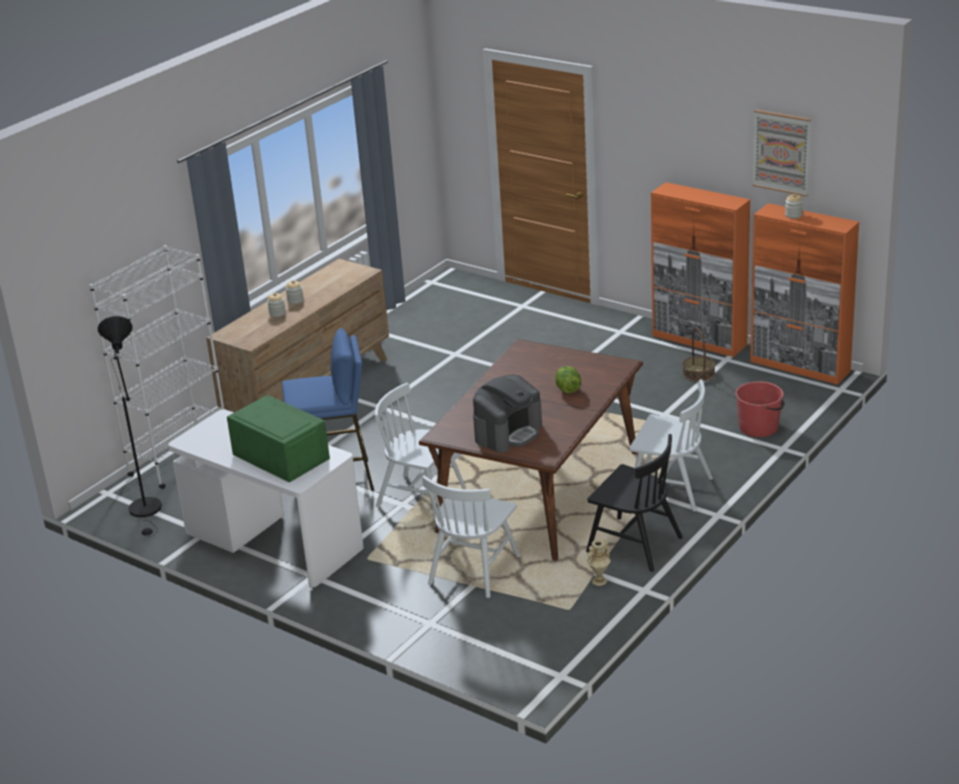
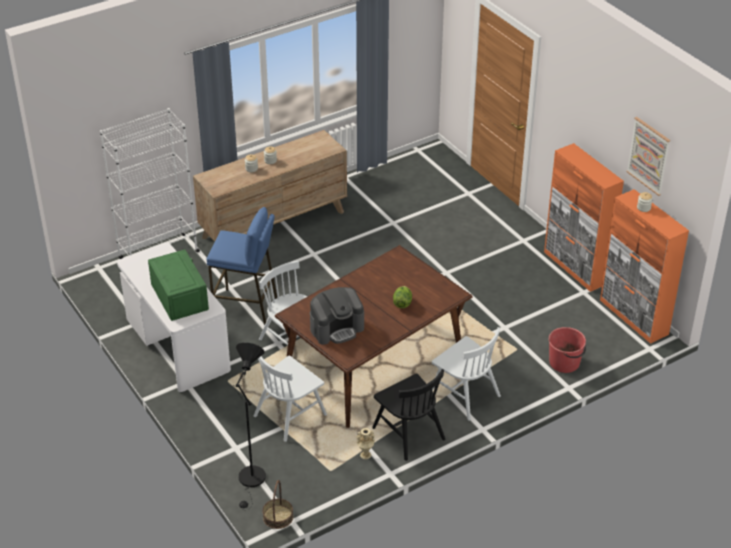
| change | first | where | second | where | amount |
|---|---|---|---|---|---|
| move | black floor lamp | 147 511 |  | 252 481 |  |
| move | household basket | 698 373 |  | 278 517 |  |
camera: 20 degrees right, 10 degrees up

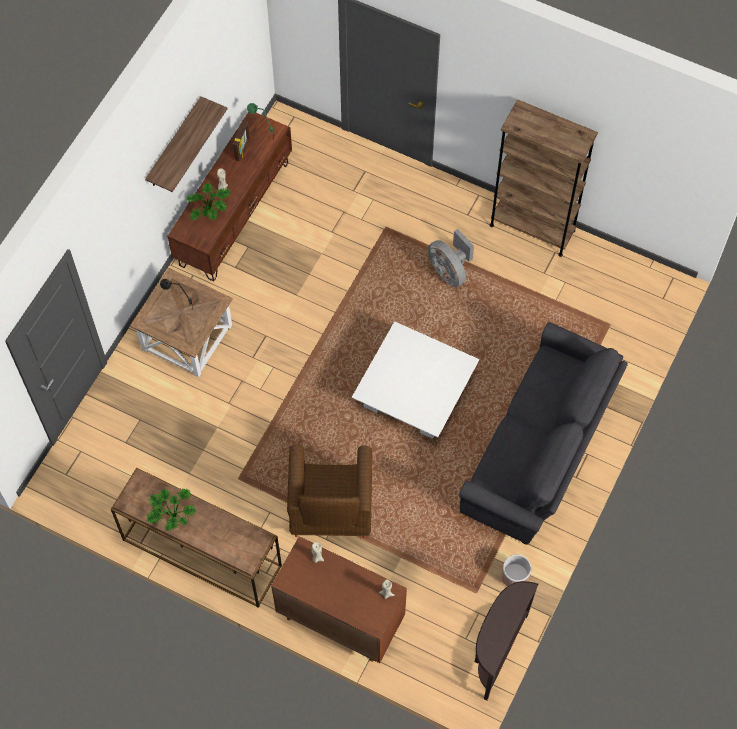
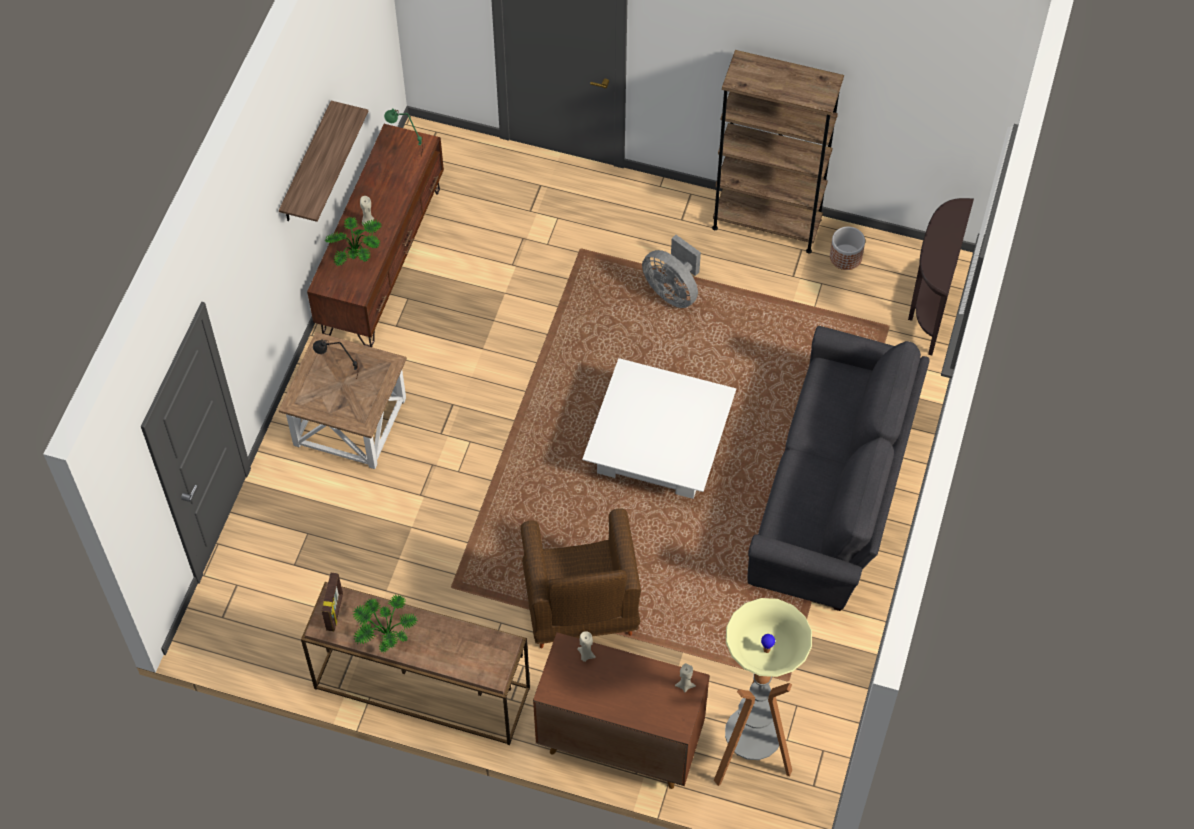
| change | first | where | second | where | amount |
|---|---|---|---|---|---|
| insert |  |  | floor lamp | 749 758 |  |
| move | standing frame | 242 150 |  | 335 612 |  |
| move | brown-coloured hall table | 495 651 |  | 929 306 |  |
| move | flower pot | 515 576 |  | 845 257 |  |
camera: 10 degrees left, 5 degrees down

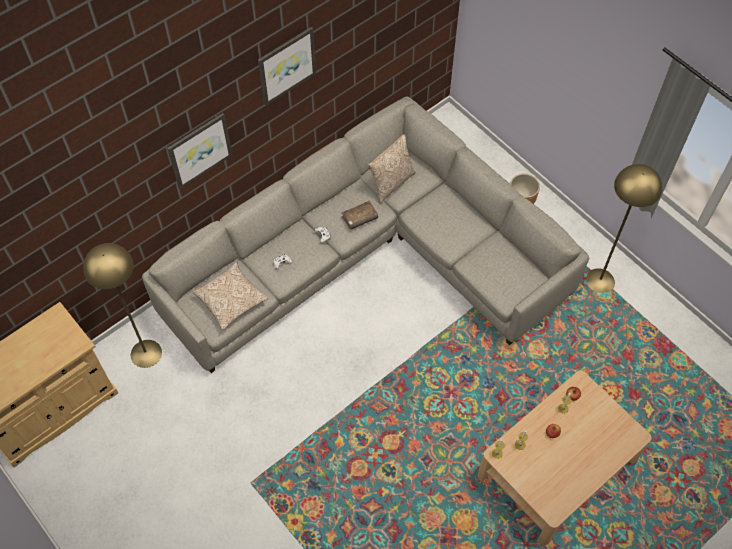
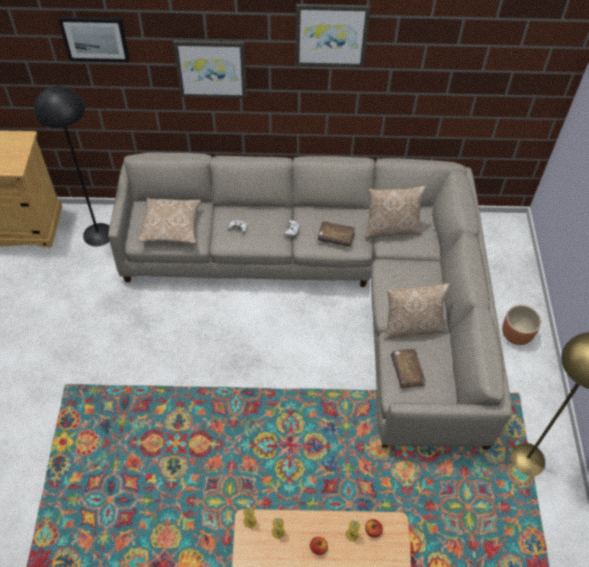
| change | first | where | second | where | amount |
|---|---|---|---|---|---|
| insert |  |  | picture | 95 38 |  |
| insert |  |  | cushion | 411 327 |  |
| insert |  |  | brown-coloured volume | 407 371 |  |
| recolor | yellowish floor lamp | 146 353 | black floor lamp | 98 234 |  |
camera: 40 degrees right, 5 degrees down

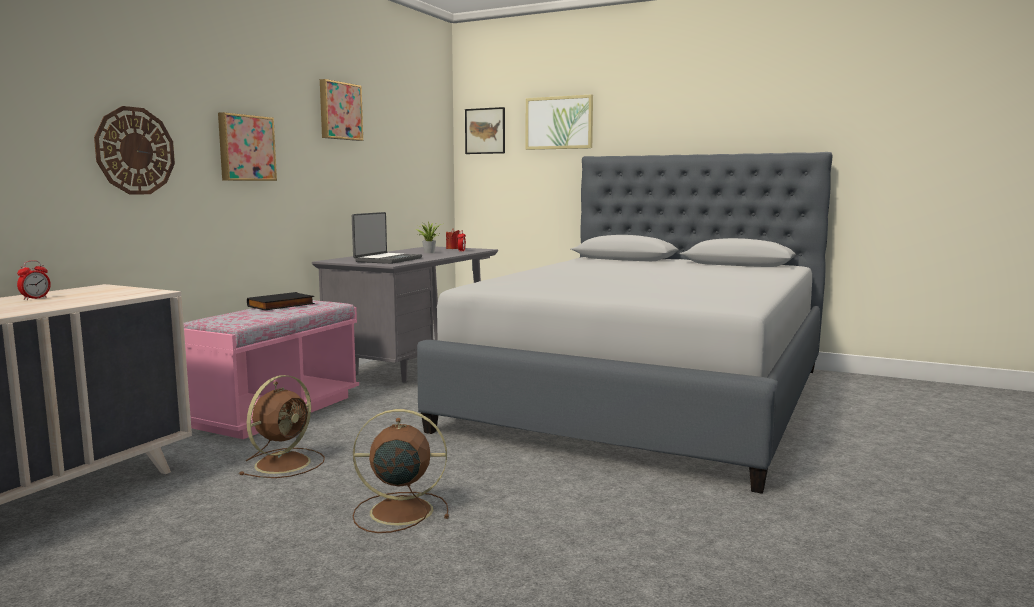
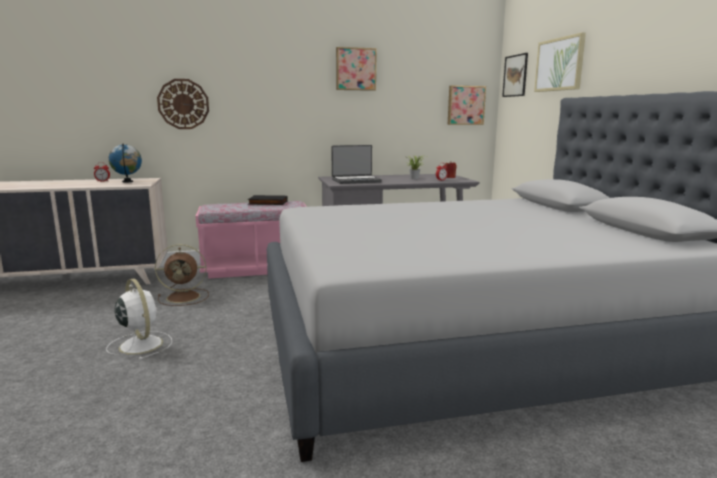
| change | first | where | second | where | amount |
|---|---|---|---|---|---|
| insert |  |  | world globe | 128 181 |  |
| move | picture | 245 148 |  | 465 105 |  |
| recolor | brown-coloured electric fan | 398 511 | whitish electric fan | 140 344 |  |
camera: 50 degrees right, 5 degrees up

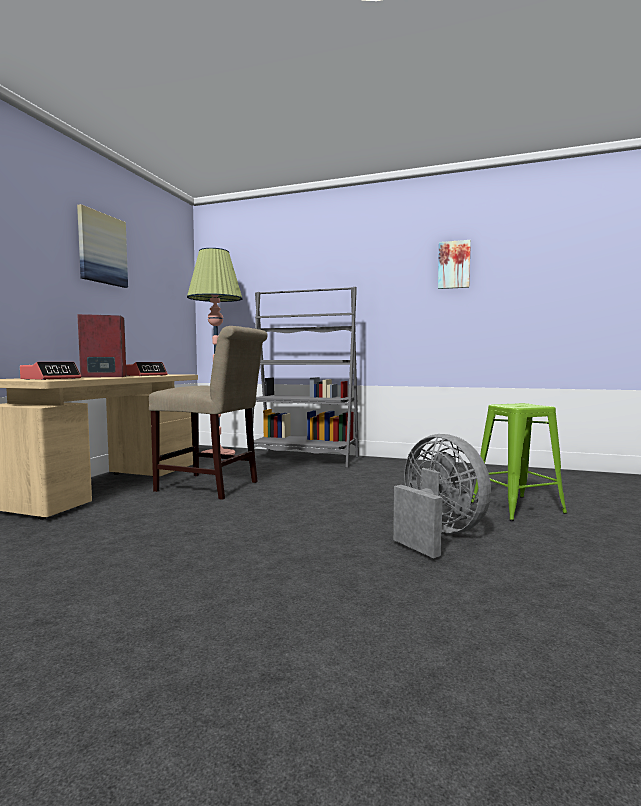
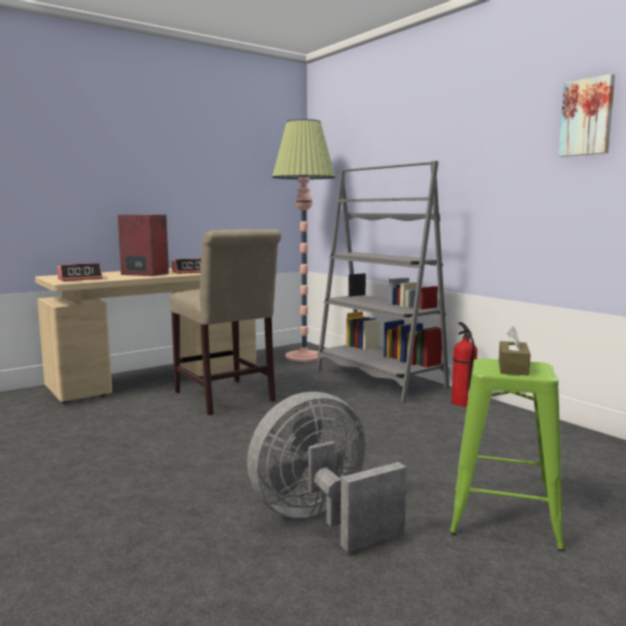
| change | first | where | second | where | amount |
|---|---|---|---|---|---|
| delete | picture | 102 249 |  |  |  |
| insert |  |  | extinguisher | 462 402 |  |
| insert |  |  | brown-coloured box of tissues | 513 368 |  |
| rotate | greyish electric fan | 437 534 |  | 321 520 | 120 degrees counterclockwise |
camera: 35 degrees right, 5 degrees up

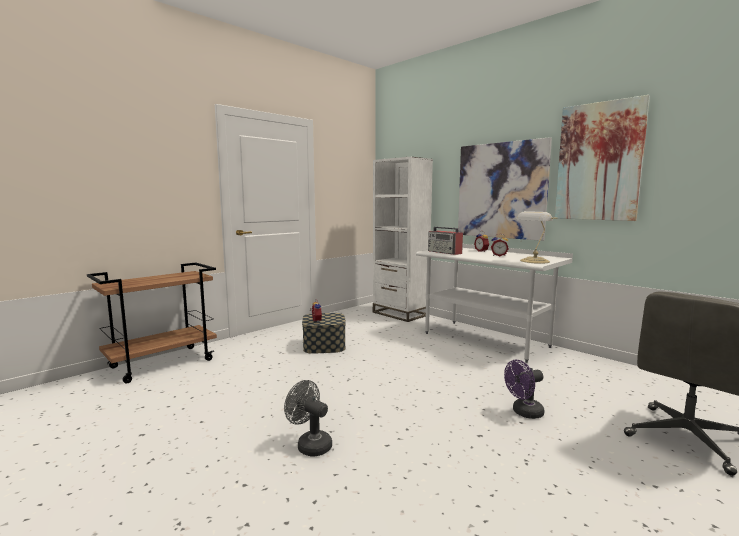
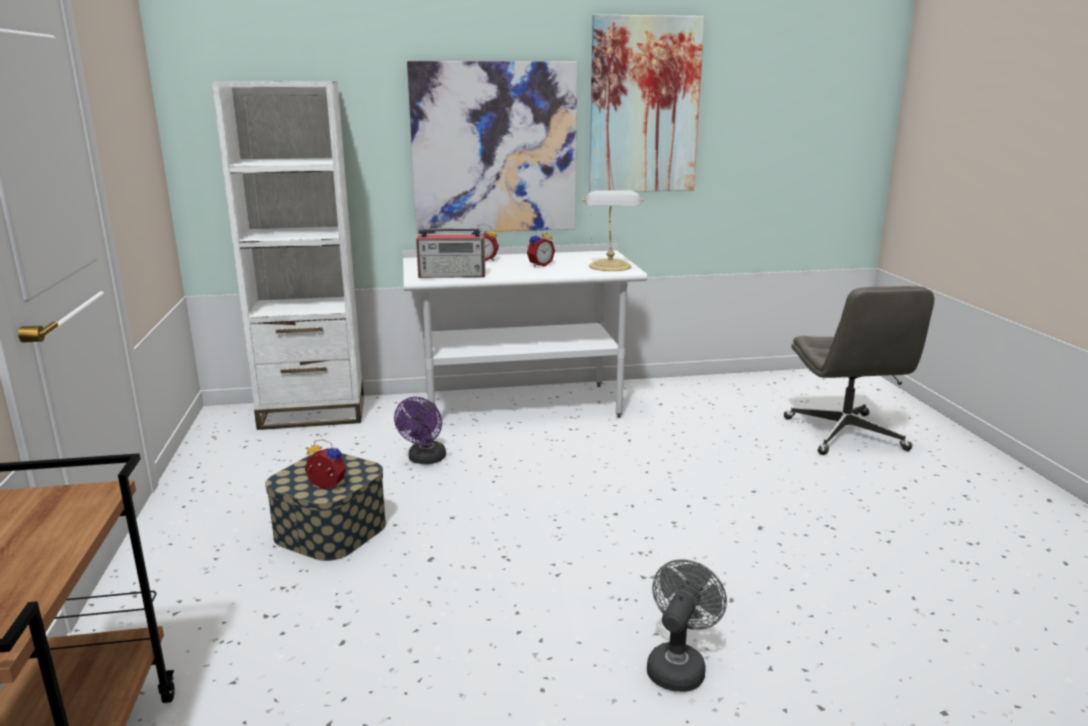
| change | first | where | second | where | amount |
|---|---|---|---|---|---|
| move | purplish electric fan | 524 413 |  | 425 460 |  |
| rotate | greyish electric fan | 310 444 |  | 678 665 | 135 degrees clockwise |
camera: 55 degrees left, 10 degrees up

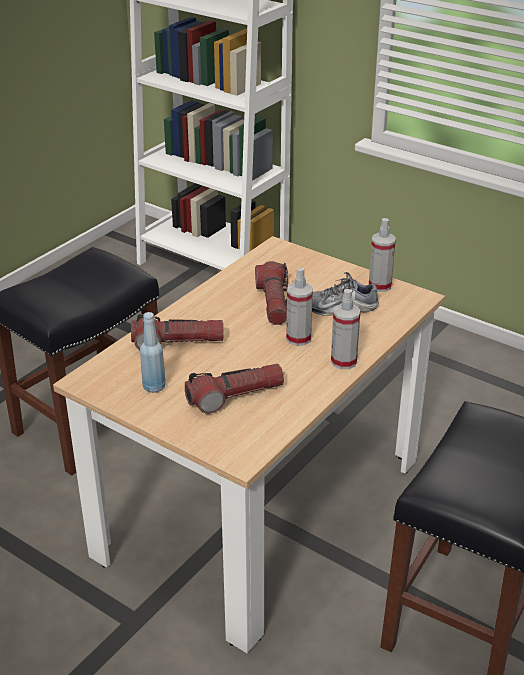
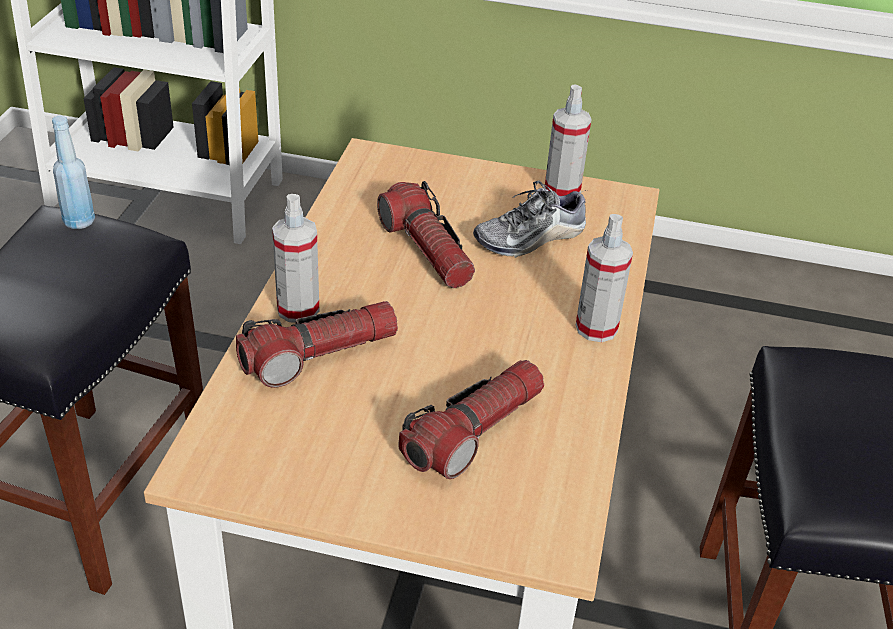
| change | first | where | second | where | amount |
|---|---|---|---|---|---|
| move | bluish bottle | 154 387 |  | 79 222 |  |
| move | hand sprayer | 298 338 |  | 298 309 |  |
camera: 25 degrees left, 5 degrees up

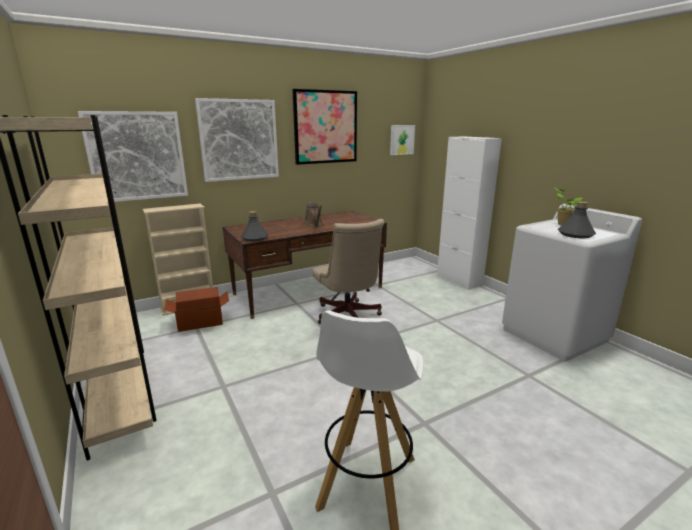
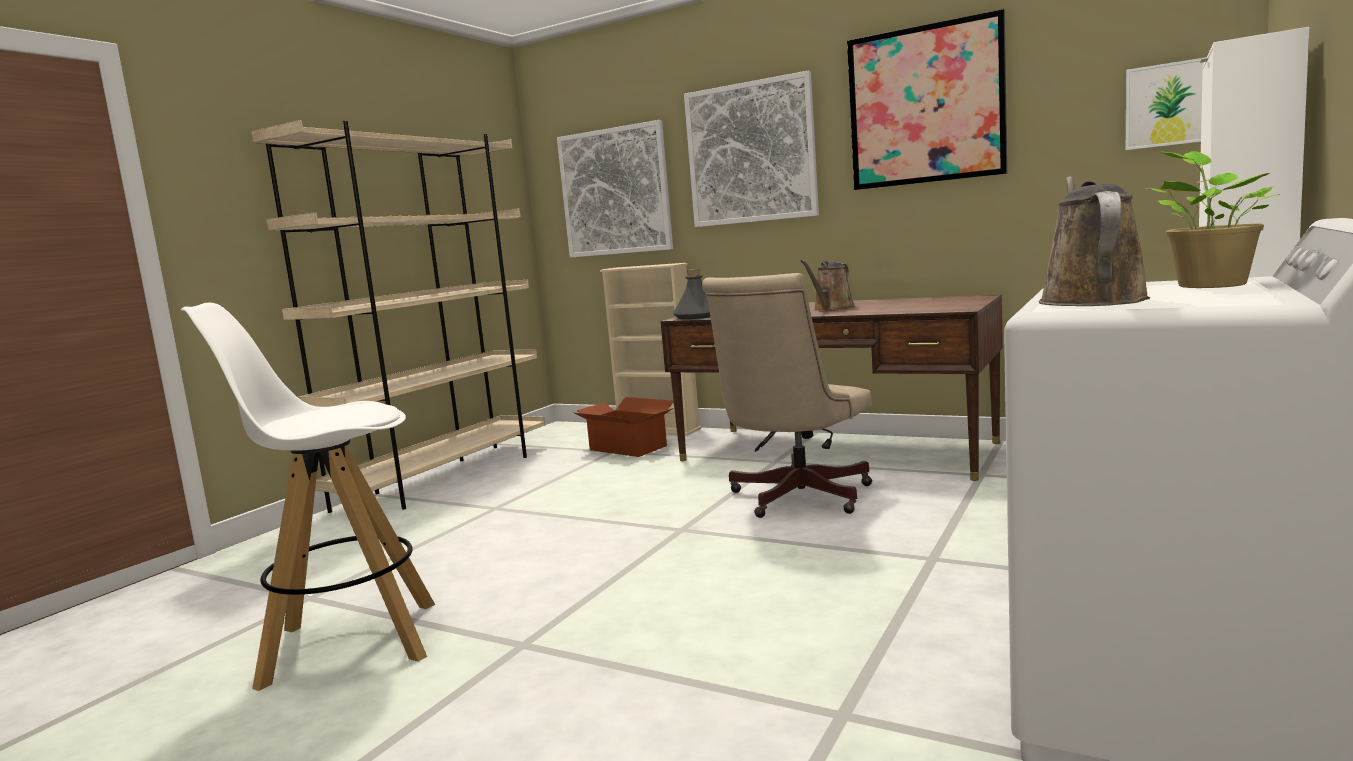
| change | first | where | second | where | amount |
|---|---|---|---|---|---|
| replace | greyish bottle | 575 234 | brown-coloured sprinkling can | 1090 300 |  |
camera: 60 degrees right, 10 degrees down

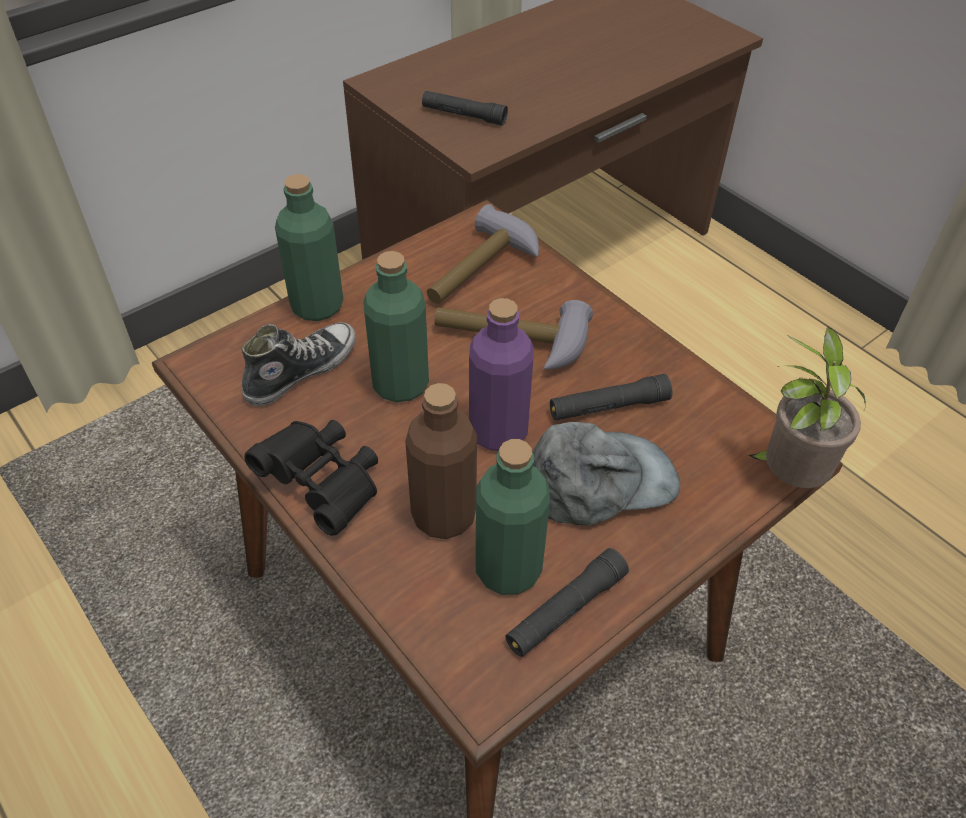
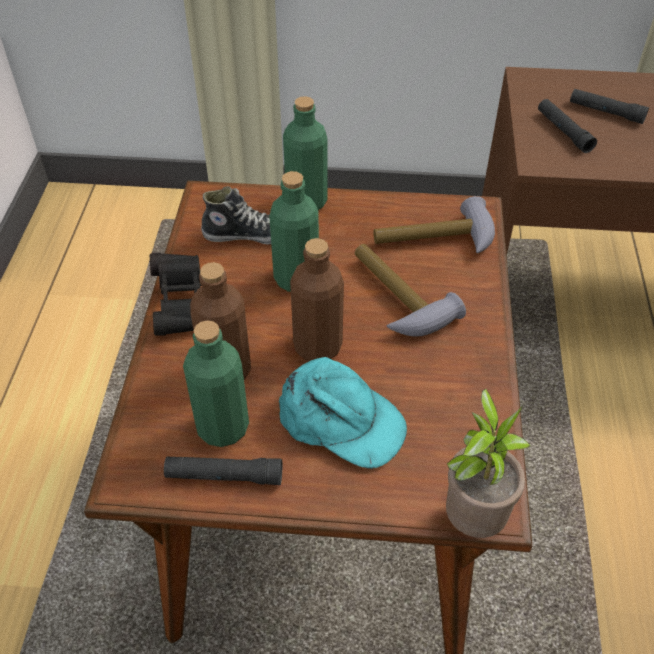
| change | first | where | second | where | amount |
|---|---|---|---|---|---|
| move | black torch | 608 407 |  | 606 112 |  |
| recolor | purplish bottle | 498 431 | brown-coloured bottle | 317 346 |  |
| recolor | greyish peaked cap | 599 480 | turquoise-coloured peaked cap | 341 421 |  |
camera: 45 degrees right, 0 degrees up

